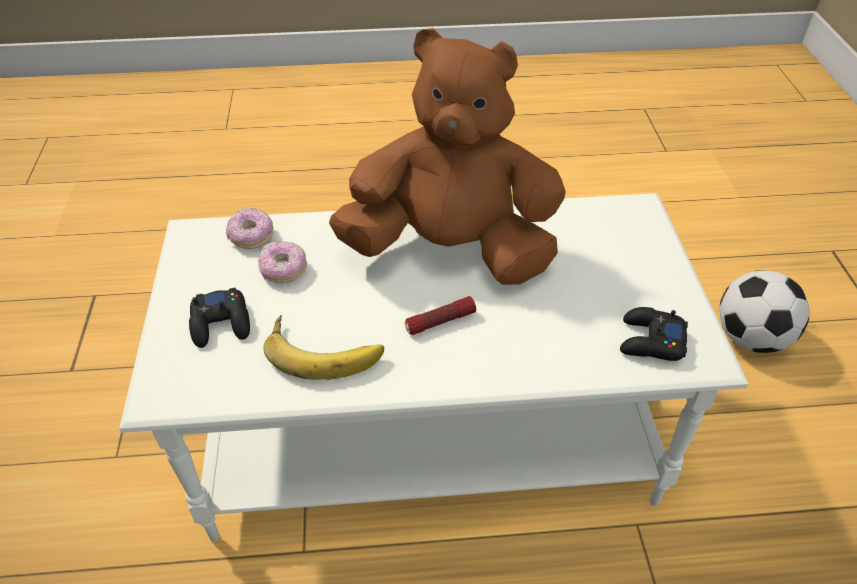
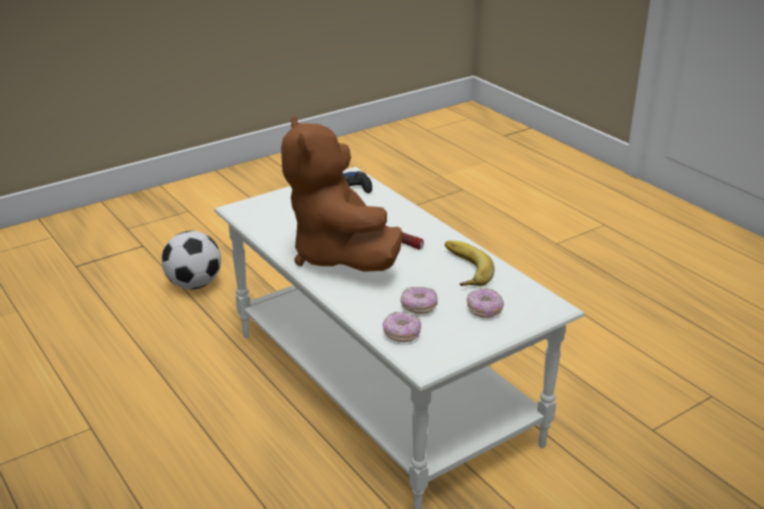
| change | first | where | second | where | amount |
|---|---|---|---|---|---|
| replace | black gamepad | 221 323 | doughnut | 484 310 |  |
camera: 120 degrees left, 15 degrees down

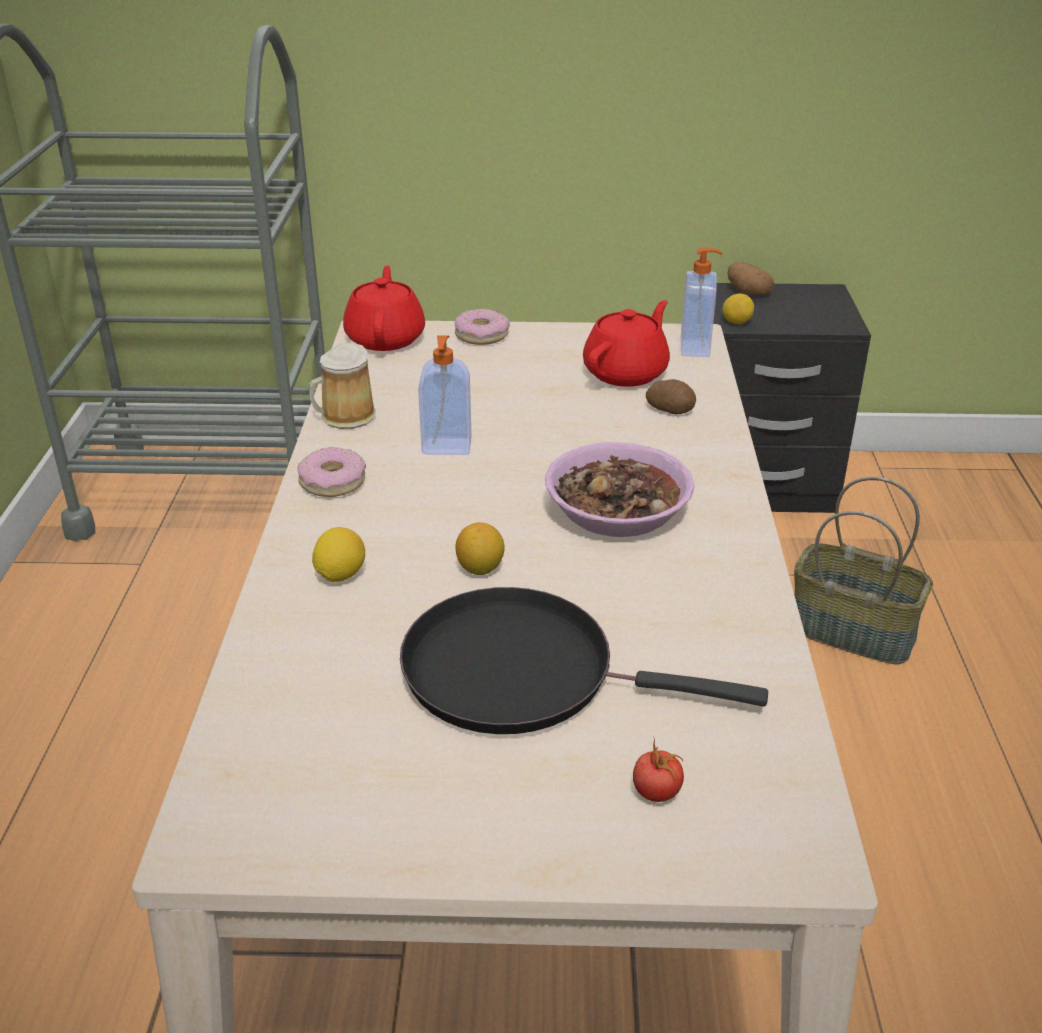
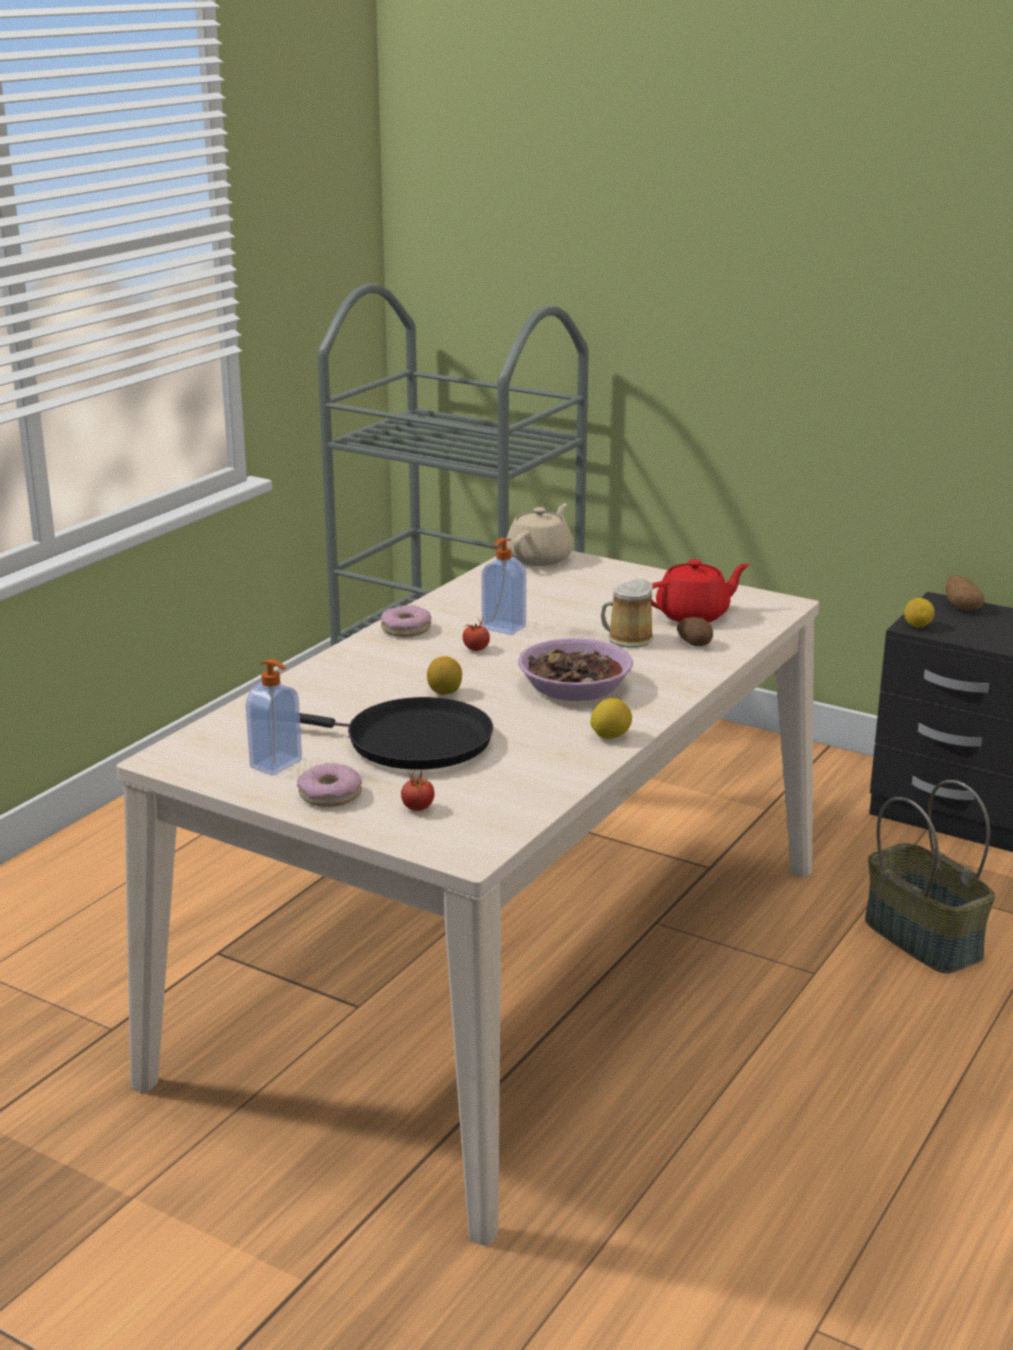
| change | first | where | second | where | amount |
|---|---|---|---|---|---|
| insert |  |  | tomato | 476 649 |  |
| move | coffee mug | 344 417 |  | 627 639 |  |
| move | citrus fruit | 340 575 |  | 610 736 |  |
| move | doughnut | 482 335 |  | 330 795 |  |
| move | soap dispenser | 696 348 |  | 277 764 |  |
| recolor | reddish tea pot | 386 338 | beige tea pot | 540 558 |  |
| rotate | black frying pan | 522 672 |  | 409 742 | 150 degrees clockwise |
camera: 30 degrees right, 10 degrees down

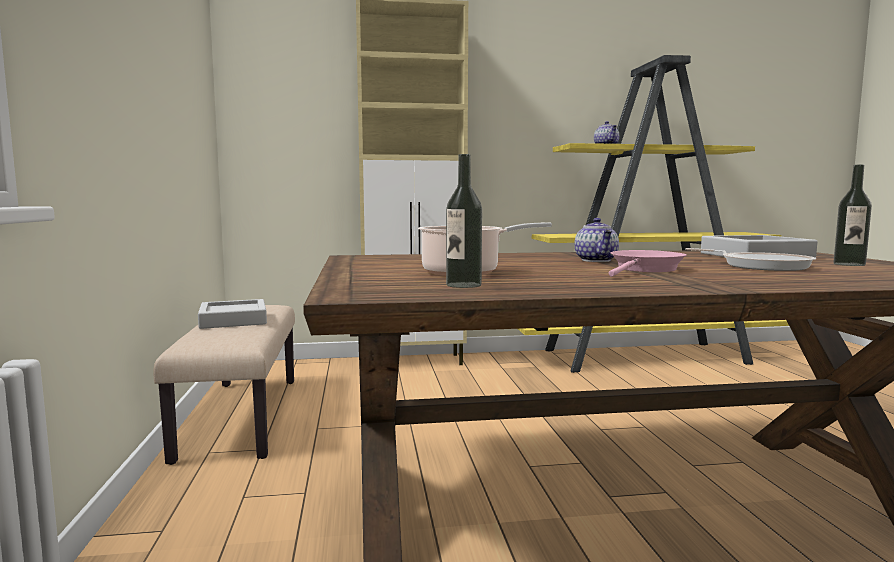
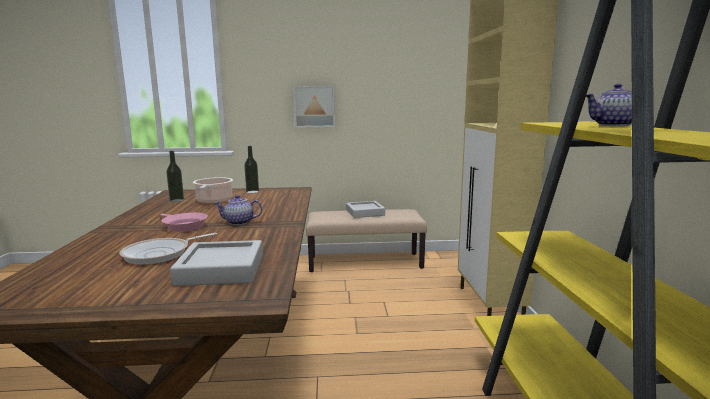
| change | first | where | second | where | amount |
|---|---|---|---|---|---|
| insert |  |  | picture | 314 106 |  |
| move | bottle | 849 264 |  | 252 192 |  |
camera: 95 degrees right, 5 degrees up

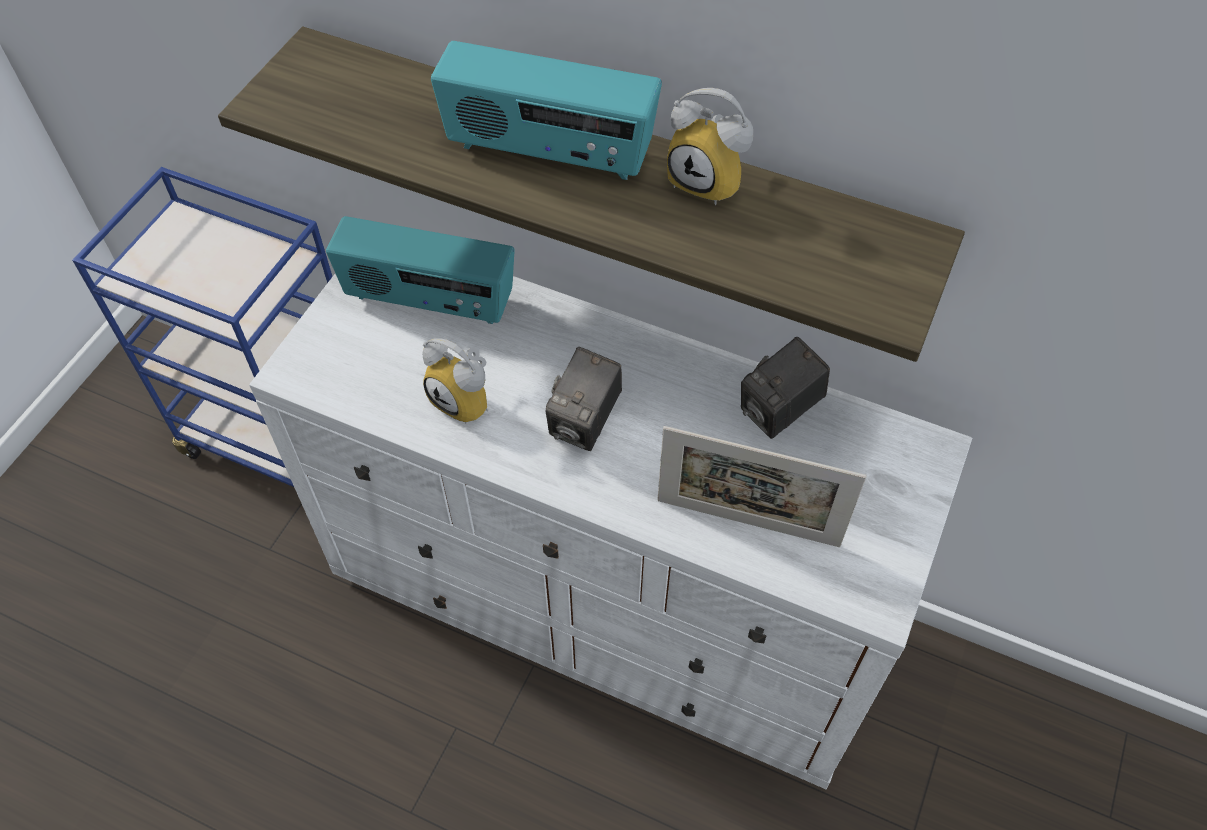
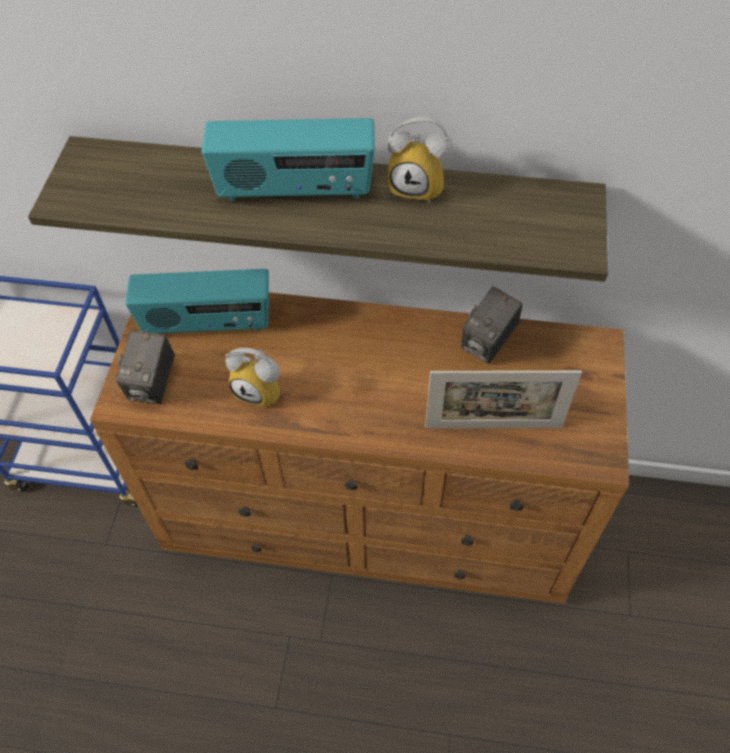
| change | first | where | second | where | amount |
|---|---|---|---|---|---|
| move | photo camera | 585 422 |  | 153 384 |  |
| recolor | whitish dresser | 608 603 | brown-coloured dresser | 371 515 |  |
camera: 15 degrees left, 0 degrees up

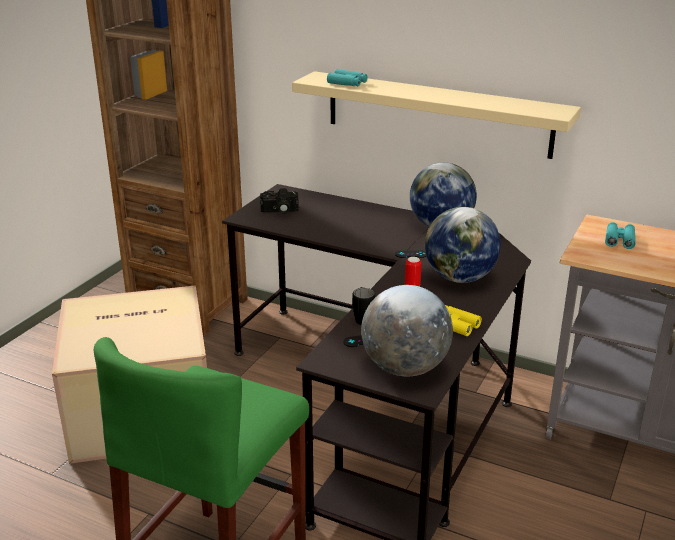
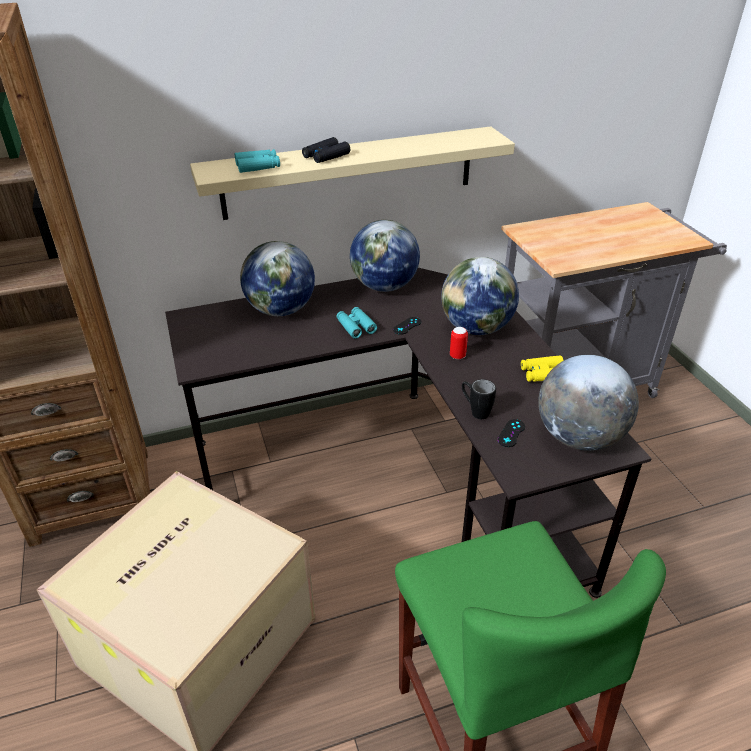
| change | first | where | second | where | amount |
|---|---|---|---|---|---|
| delete | photo camera | 279 211 |  |  |  |
| insert |  |  | world globe | 280 310 |  |
| insert |  |  | black pair of binoculars | 326 156 |  |
| move | turquoise-coloured pair of binoculars | 619 240 |  | 356 326 |  |
camera: 45 degrees left, 10 degrees up

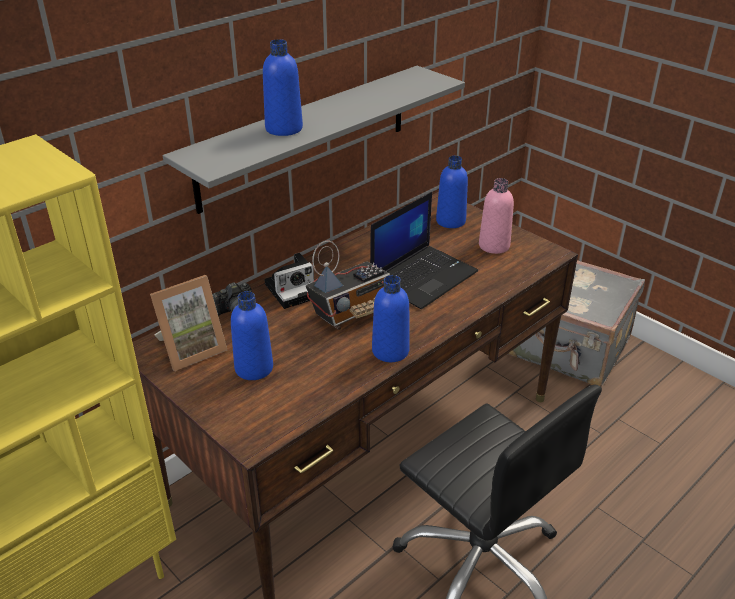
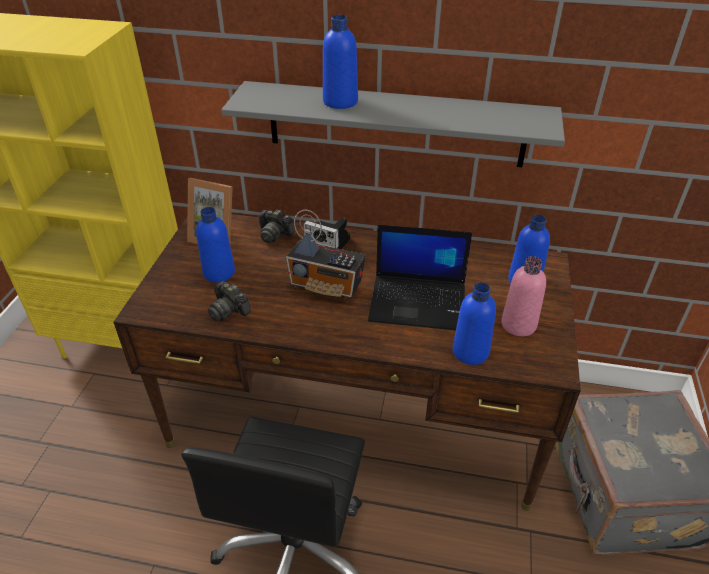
| change | first | where | second | where | amount |
|---|---|---|---|---|---|
| insert |  |  | photo camera | 229 310 |  |
| move | bluish bottle | 390 351 |  | 470 352 |  |
camera: 55 degrees right, 5 degrees up

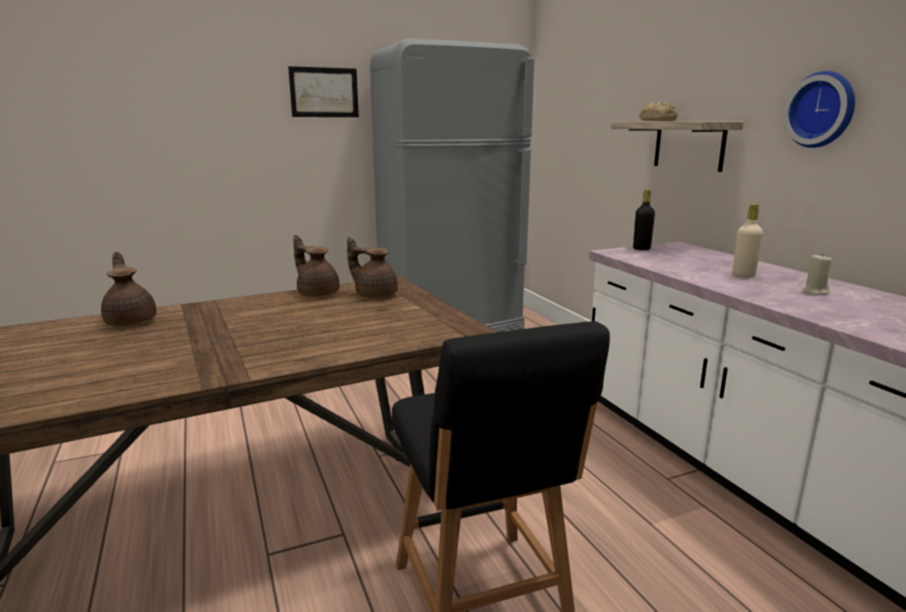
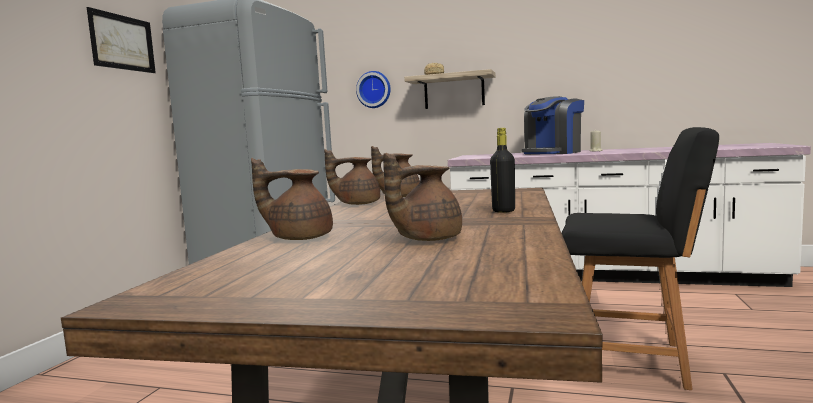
| change | first | where | second | where | amount |
|---|---|---|---|---|---|
| insert |  |  | brown-coloured tea pot | 426 239 |  |
| move | black bottle | 641 249 |  | 503 211 |  |
| move | clock on the wall | 822 110 |  | 374 89 |  |
| replace | beige bottle | 743 275 | coffee brewer | 552 153 |  |
camera: 50 degrees left, 10 degrees down

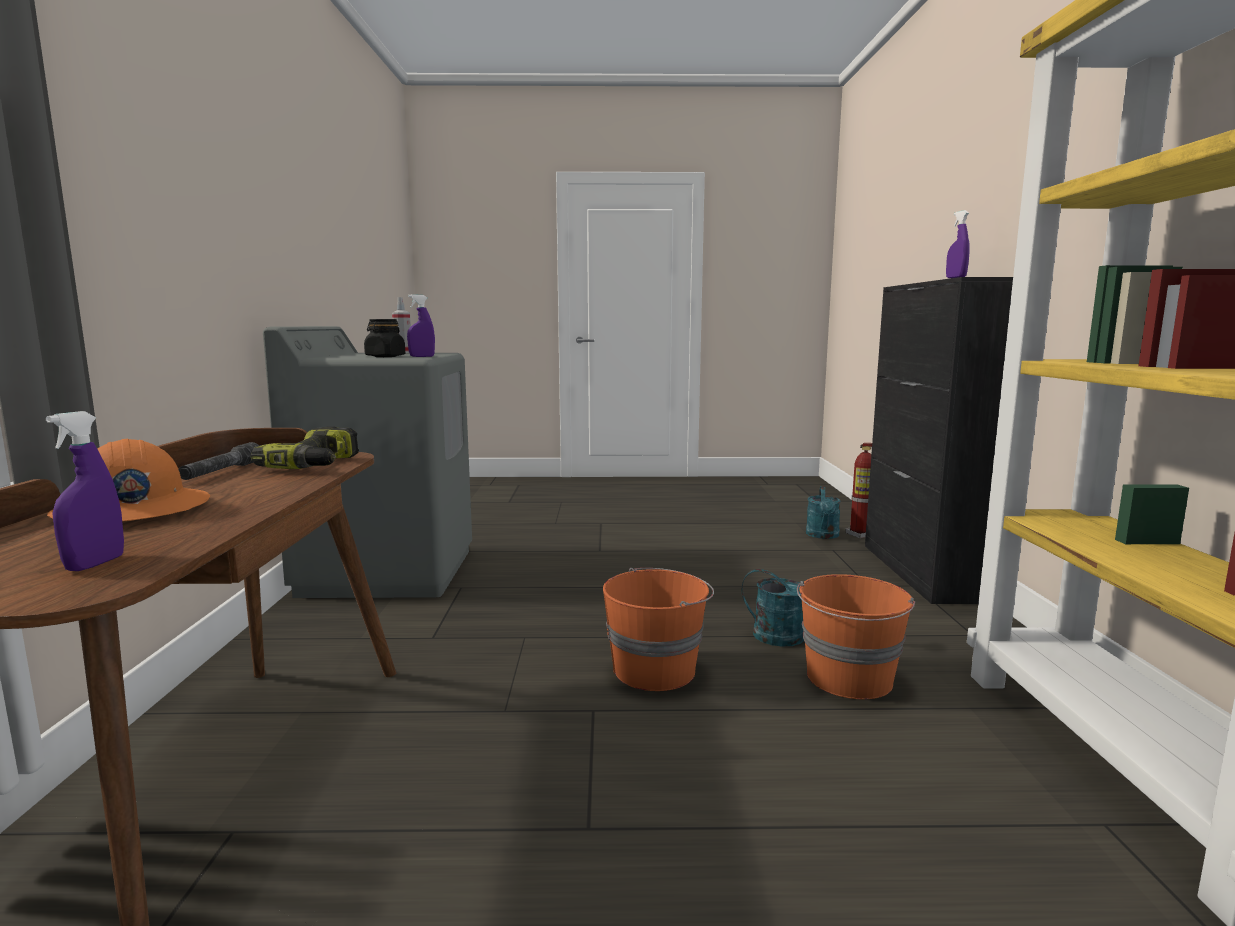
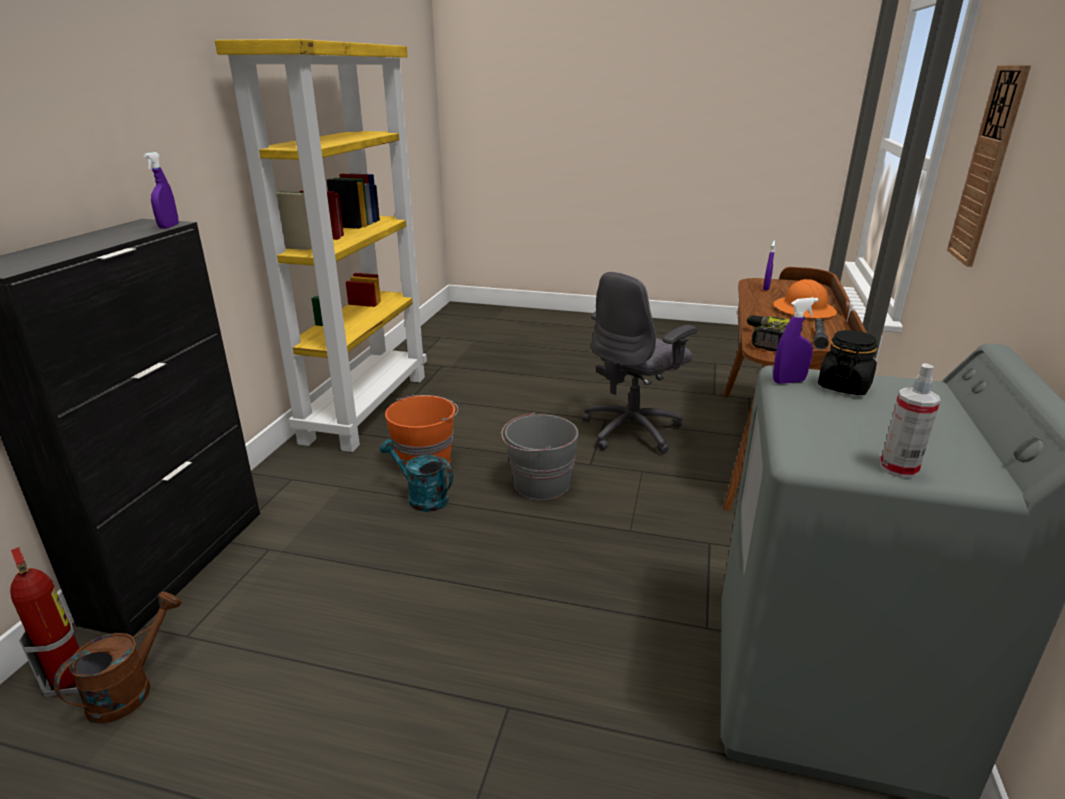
| change | first | where | second | where | amount |
|---|---|---|---|---|---|
| insert |  |  | greyish desk chair | 633 430 |  |
| insert |  |  | clock on the wall | 987 167 |  |
| recolor | orange-coloured bucket | 656 670 | greyish bucket | 539 484 |  |
| recolor | turquoise-coloured sprinkling can | 823 536 | brown-coloured sprinkling can | 130 688 |  |
camera: 165 degrees left, 15 degrees up

